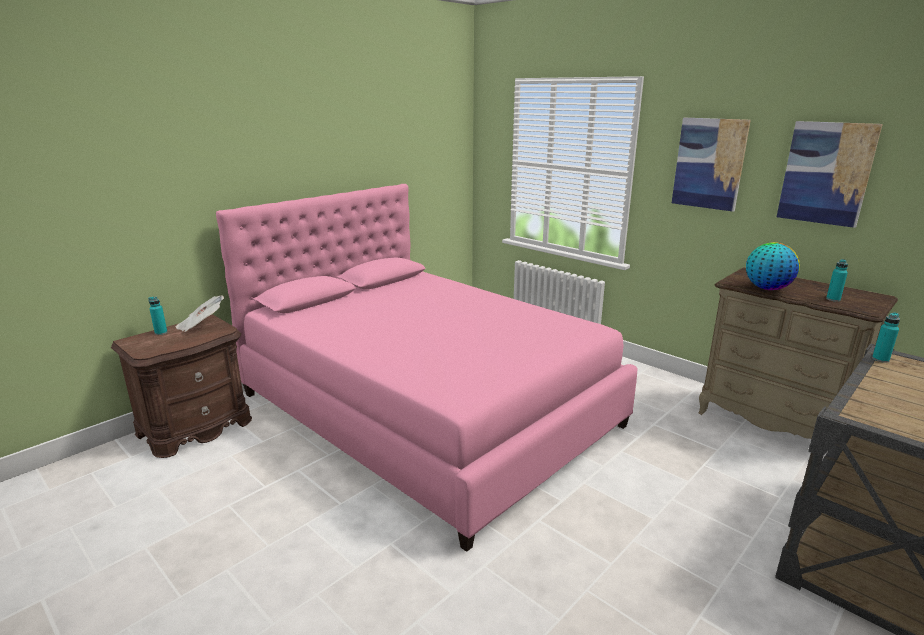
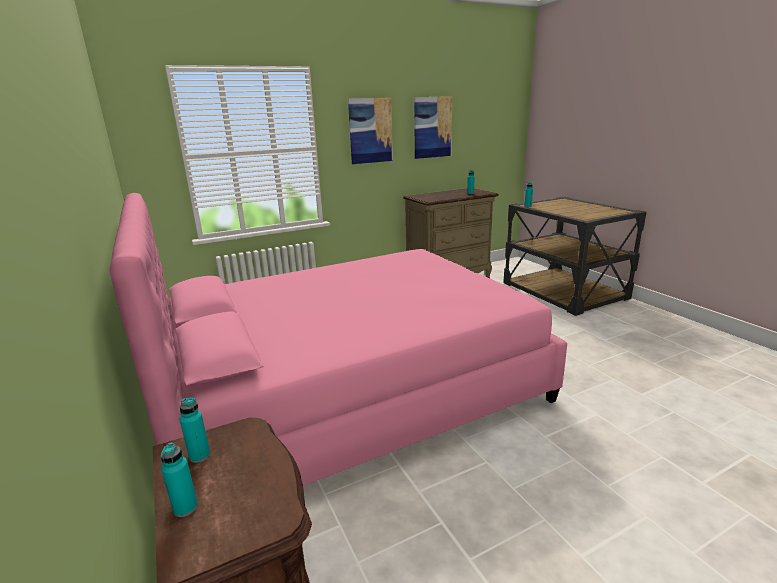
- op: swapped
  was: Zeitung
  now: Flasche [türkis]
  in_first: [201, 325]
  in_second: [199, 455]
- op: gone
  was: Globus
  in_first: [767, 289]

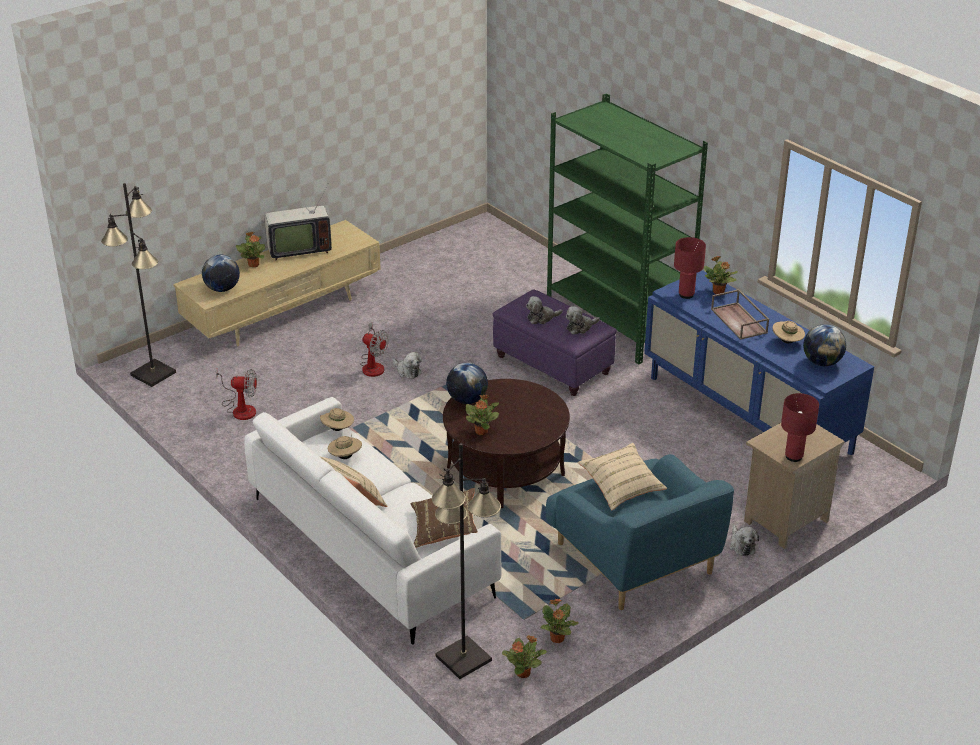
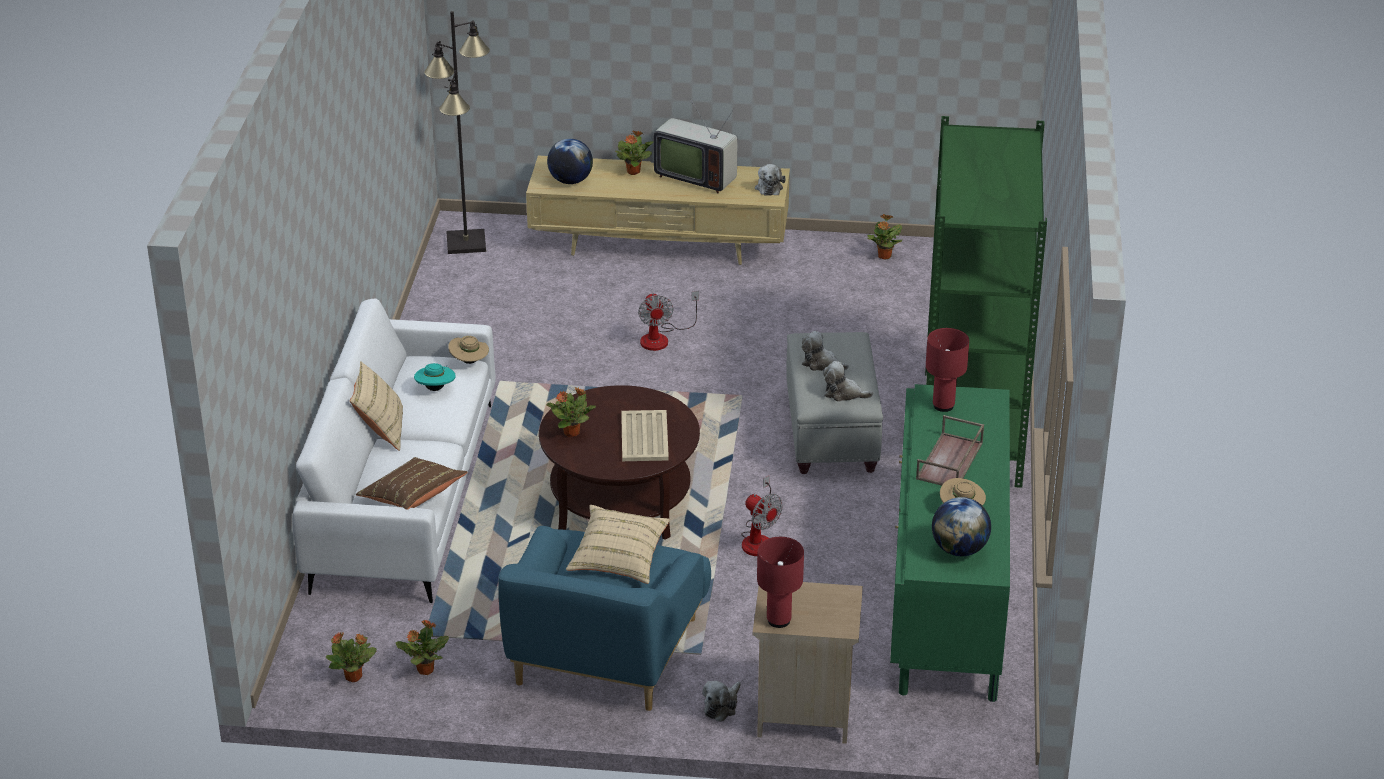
- op: repainted
  was: Hut [beige]
  now: Hut [türkis]
  in_first: [345, 457]
  in_second: [435, 388]
- op: new
  now: Tablett [beige]
  in_second: [644, 437]
- op: shifted
  was: Ventilator
  in_first: [240, 408]
  in_second: [759, 538]
- op: shifted
  was: Plüschtier
  in_first: [407, 371]
  in_second: [769, 187]
- op: repainted
  was: Polsterhocker [lila]
  now: Polsterhocker [grau]
  in_first: [553, 365]
  in_second: [831, 433]
- op: shifted
  was: Topfpflanze
  in_first: [718, 292]
  in_second: [884, 256]
- op: repainted
  was: Schrank [blau]
  now: Schrank [grün]
  in_first: [747, 415]
  in_second: [945, 596]
- op: gone
  was: Stehlampe [schwarz]
  in_first: [462, 658]
- op: gone
  was: Globus
  in_first: [467, 400]

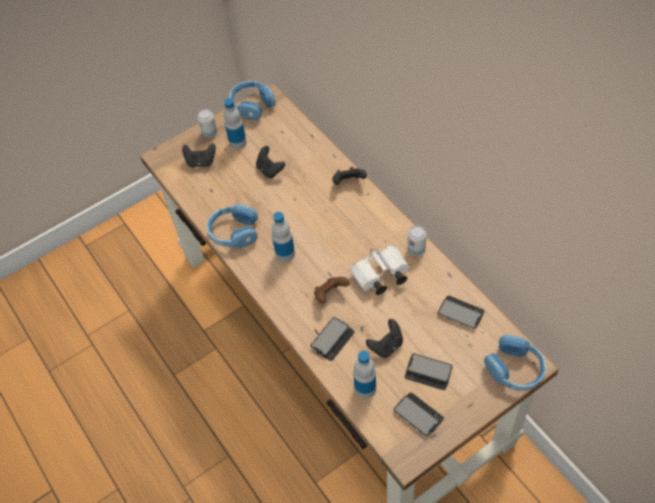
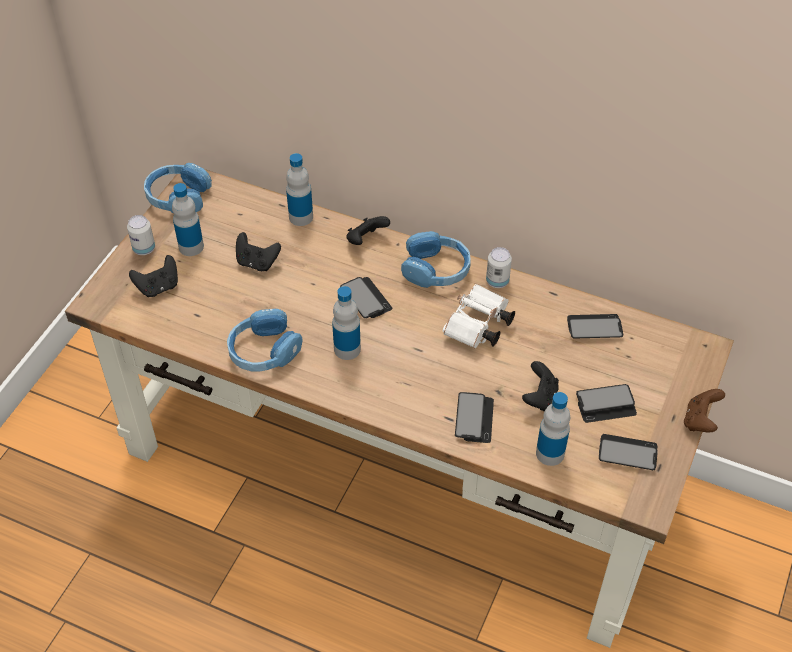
- op: new
  now: Flasche
  in_second: [301, 217]
- op: new
  now: Handy
  in_second: [366, 299]
- op: shifted
  was: Kopfhörer [blau]
  in_first: [515, 369]
  in_second: [436, 269]
- op: shifted
  was: Gamepad [braun]
  in_first: [330, 295]
  in_second: [700, 421]

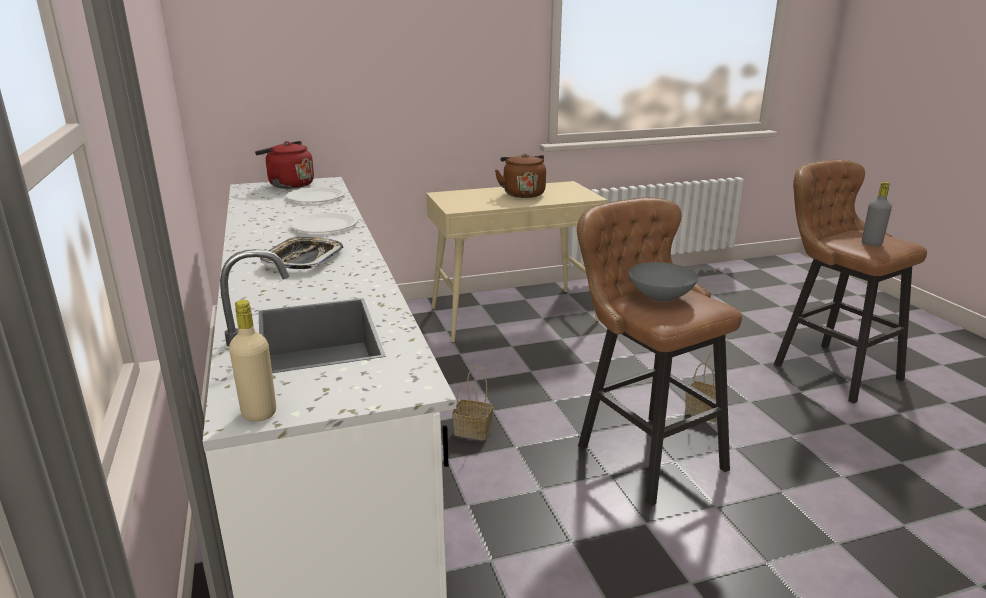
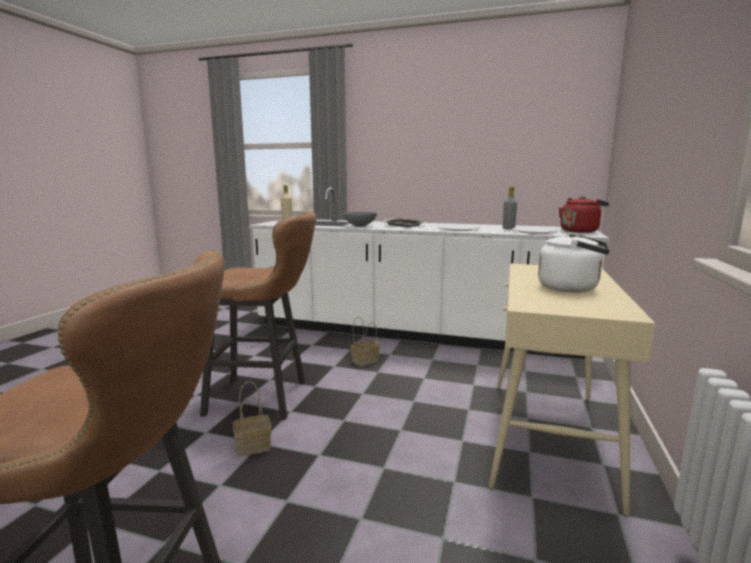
- op: shifted
  was: Schüssel [grau]
  in_first: [661, 297]
  in_second: [360, 226]
- op: shifted
  was: Flasche [grau]
  in_first: [871, 244]
  in_second: [508, 228]
- op: repainted
  was: Wasserkessel [braun]
  now: Wasserkessel [weiß]
  in_first: [522, 194]
  in_second: [571, 288]

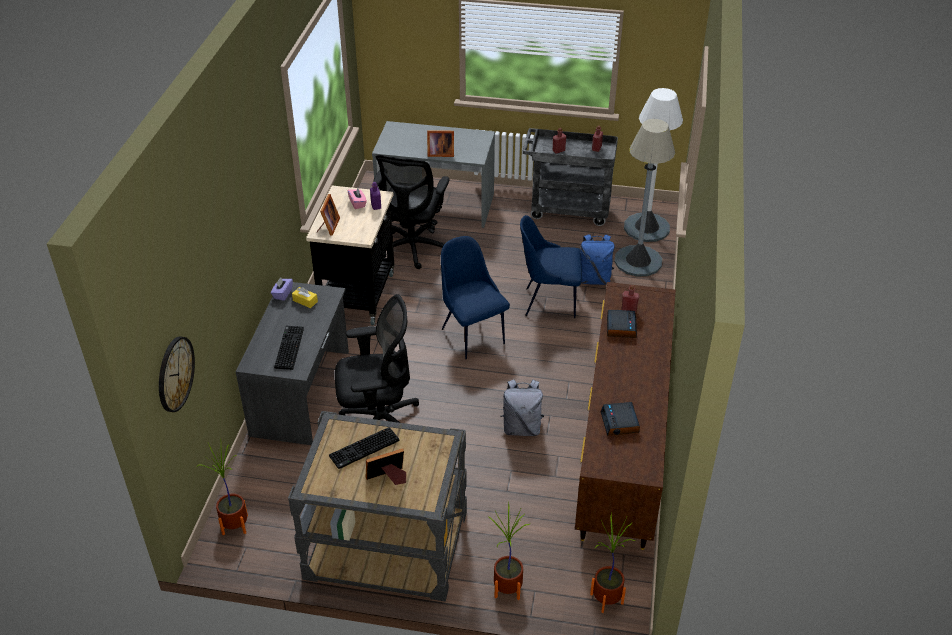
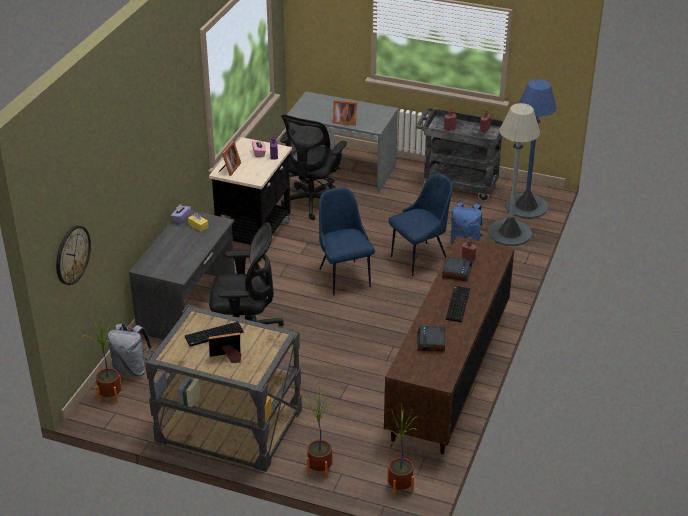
- op: shifted
  was: Rucksack [grau]
  in_first: [522, 428]
  in_second: [131, 369]
- op: rotated
  was: Stuhl [blau]
  in_first: [549, 303]
  in_second: [419, 259]
  clockwise: 135
- op: shifted
  was: Tastatur
  in_first: [288, 347]
  in_second: [457, 304]
- op: repainted
  was: Stehlampe [weiß]
  now: Stehlampe [blau]
  in_first: [646, 228]
  in_second: [526, 206]

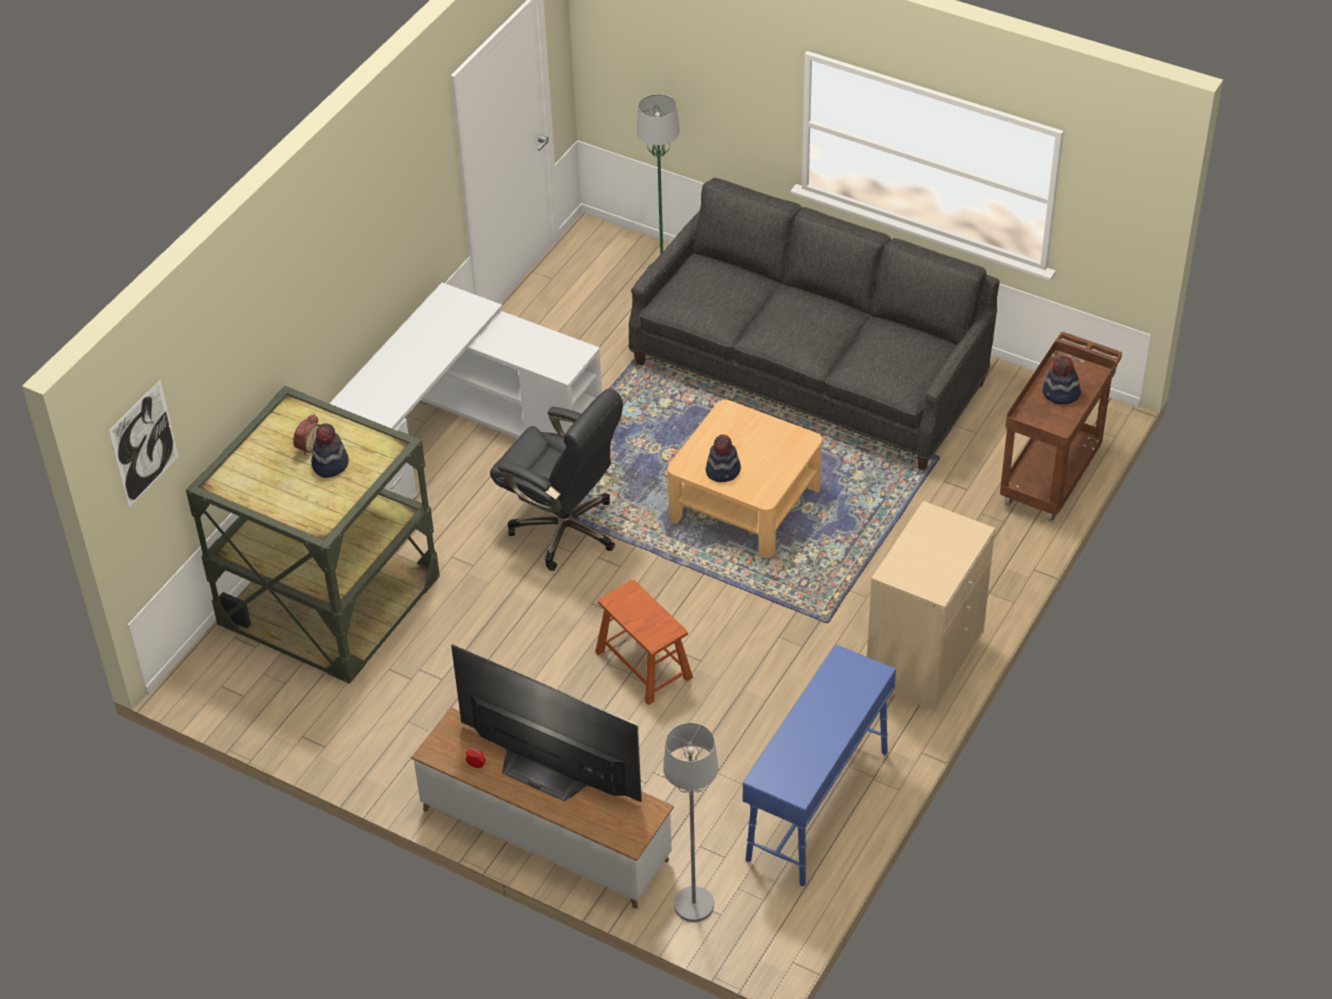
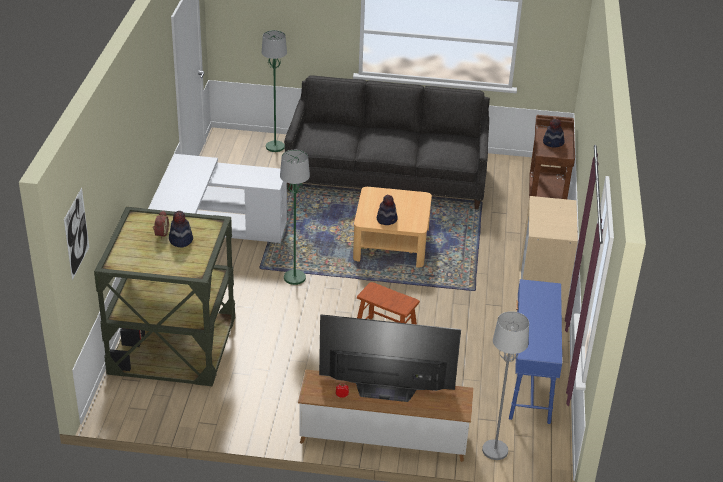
- op: swapped
  was: Bürostuhl [schwarz]
  now: Stehlampe [grün]
  in_first: [562, 529]
  in_second: [294, 278]

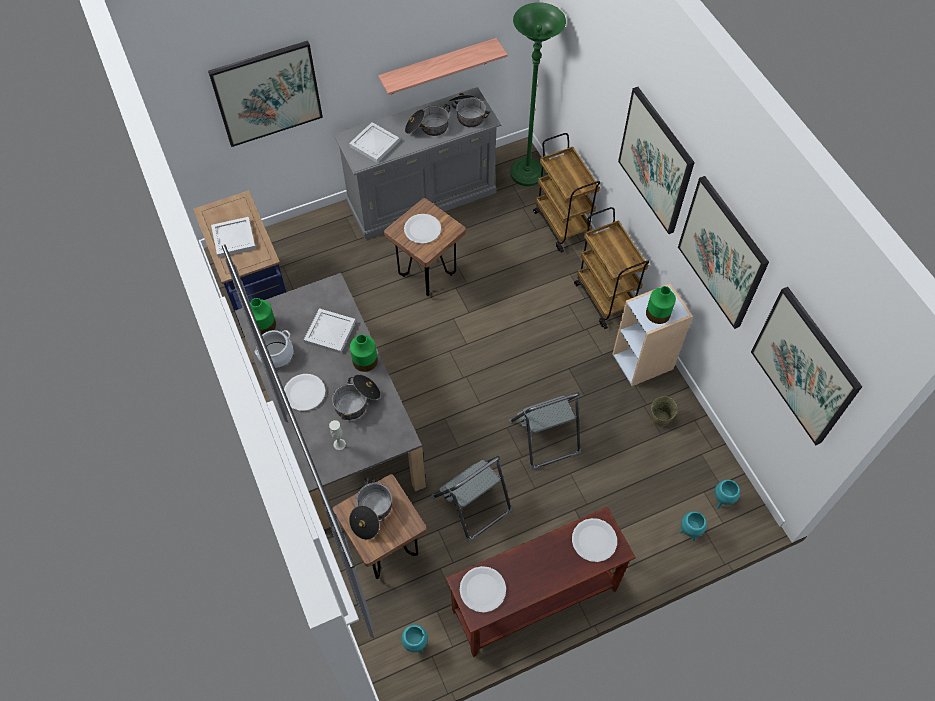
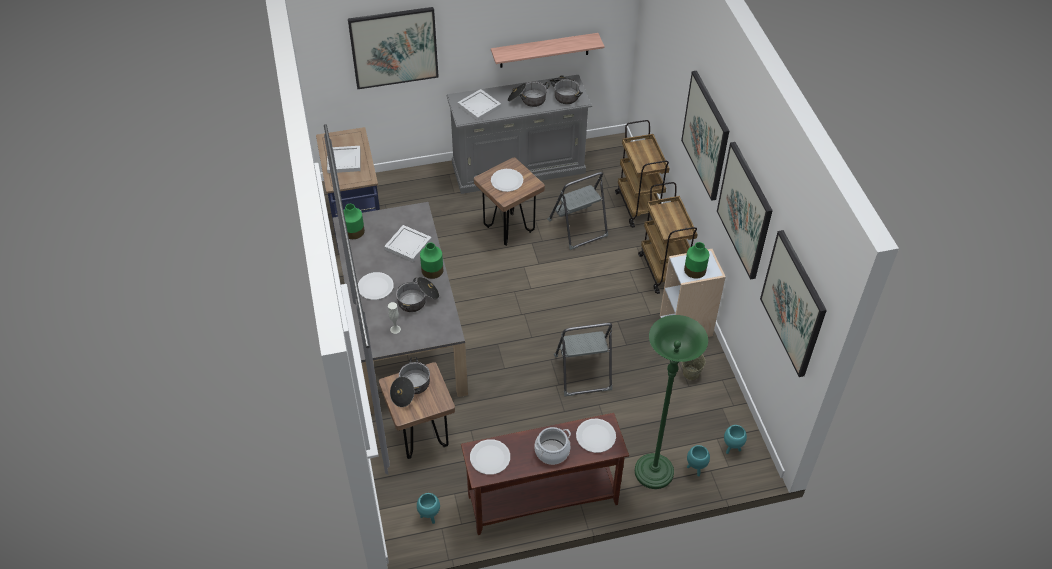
- op: shifted
  was: Kochtopf
  in_first: [276, 354]
  in_second: [552, 451]
- op: shifted
  was: Trittleiter [grau]
  in_first: [473, 506]
  in_second: [578, 229]
- op: shifted
  was: Stehlampe [grün]
  in_first: [527, 173]
  in_second: [654, 472]

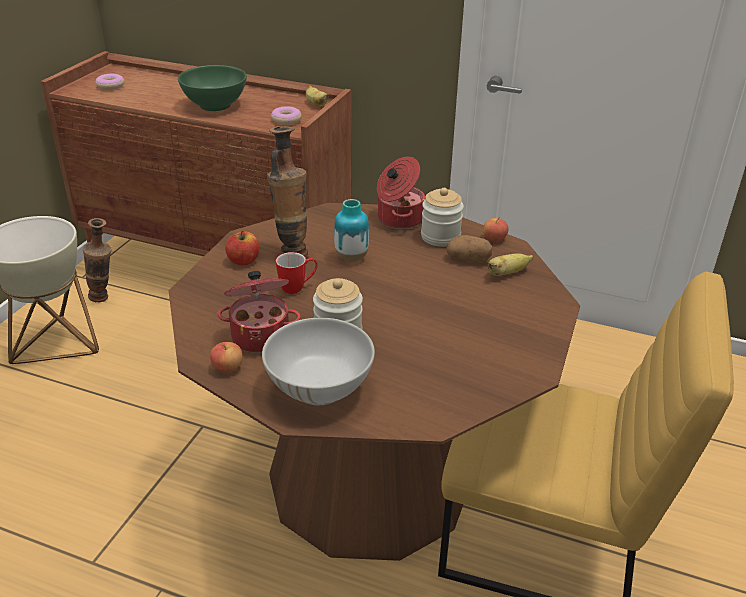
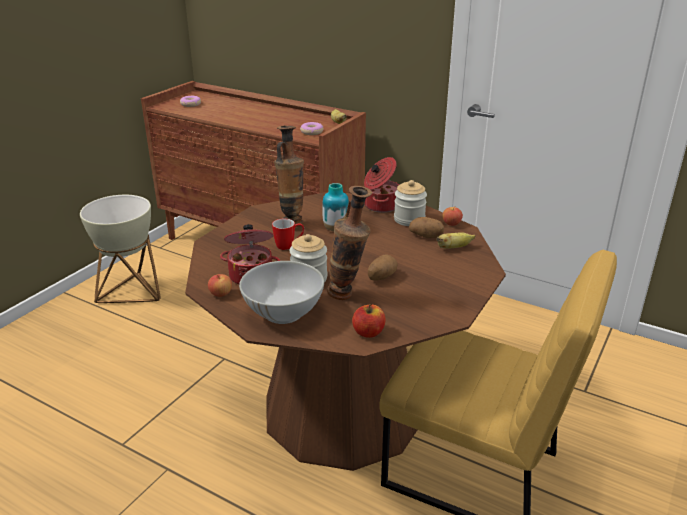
- op: shifted
  was: Vase
  in_first: [105, 298]
  in_second: [348, 296]
- op: shifted
  was: Apfel
  in_first: [243, 260]
  in_second: [368, 332]
- op: new
  now: Kartoffel
  in_second: [381, 277]
- op: gone
  was: Schüssel [grün]
  in_first: [215, 105]

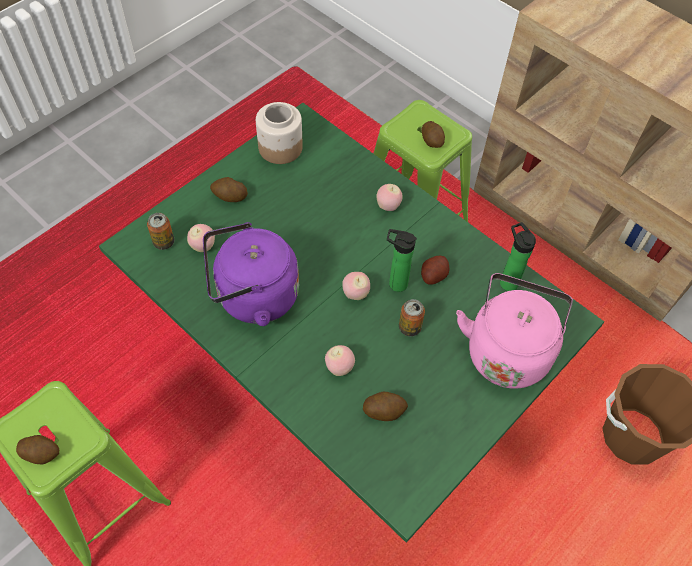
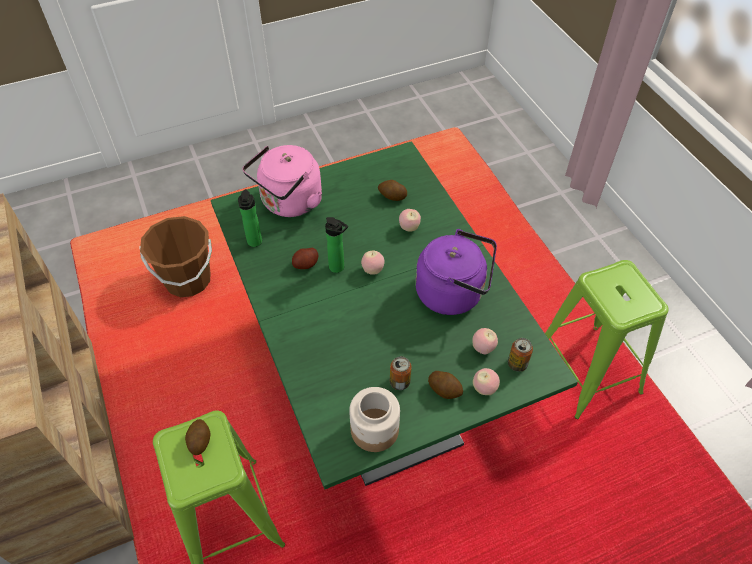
- op: shifted
  was: Dose
  in_first: [409, 327]
  in_second: [399, 382]
- op: shifted
  was: Apfel
  in_first: [388, 206]
  in_second: [484, 389]
- op: gone
  was: Kartoffel
  in_first: [41, 453]

